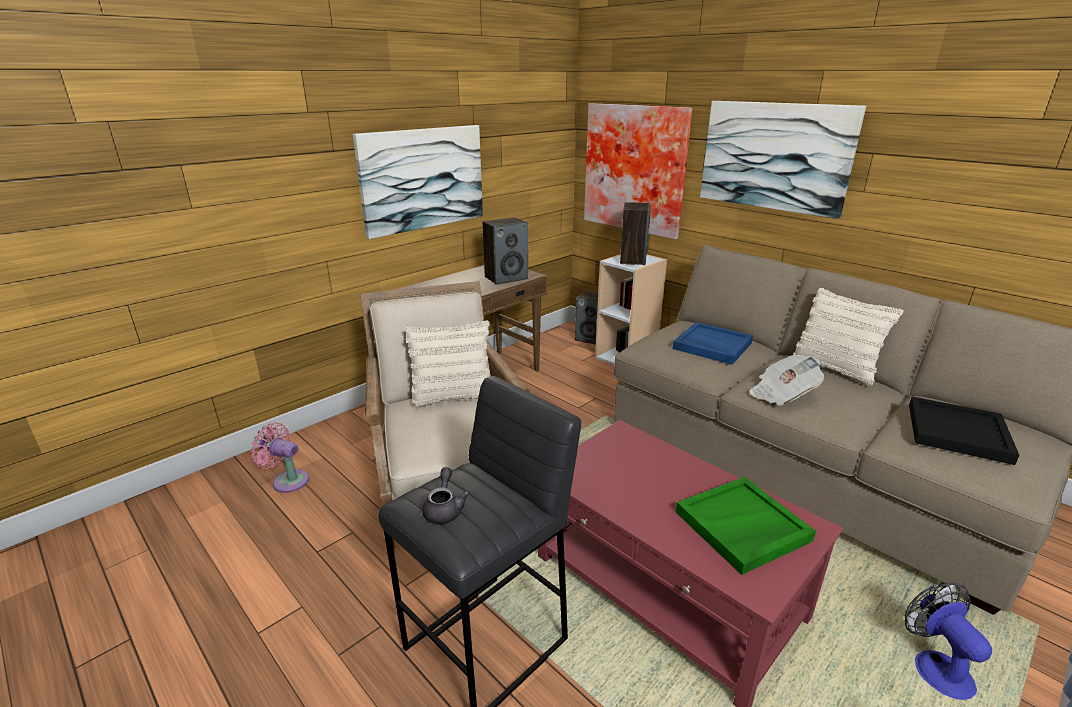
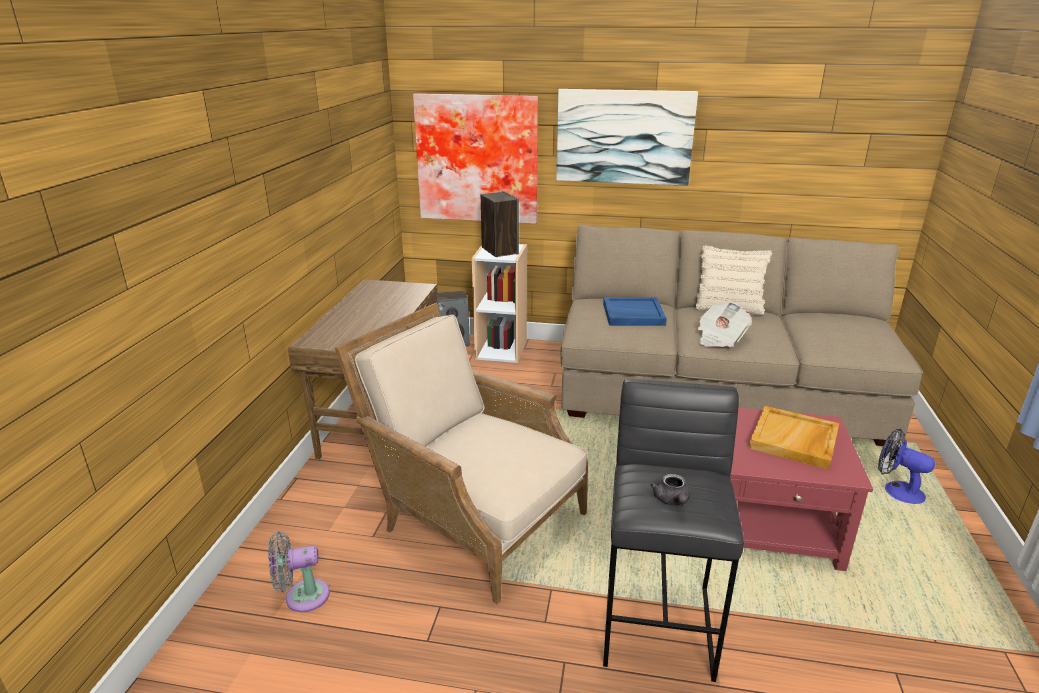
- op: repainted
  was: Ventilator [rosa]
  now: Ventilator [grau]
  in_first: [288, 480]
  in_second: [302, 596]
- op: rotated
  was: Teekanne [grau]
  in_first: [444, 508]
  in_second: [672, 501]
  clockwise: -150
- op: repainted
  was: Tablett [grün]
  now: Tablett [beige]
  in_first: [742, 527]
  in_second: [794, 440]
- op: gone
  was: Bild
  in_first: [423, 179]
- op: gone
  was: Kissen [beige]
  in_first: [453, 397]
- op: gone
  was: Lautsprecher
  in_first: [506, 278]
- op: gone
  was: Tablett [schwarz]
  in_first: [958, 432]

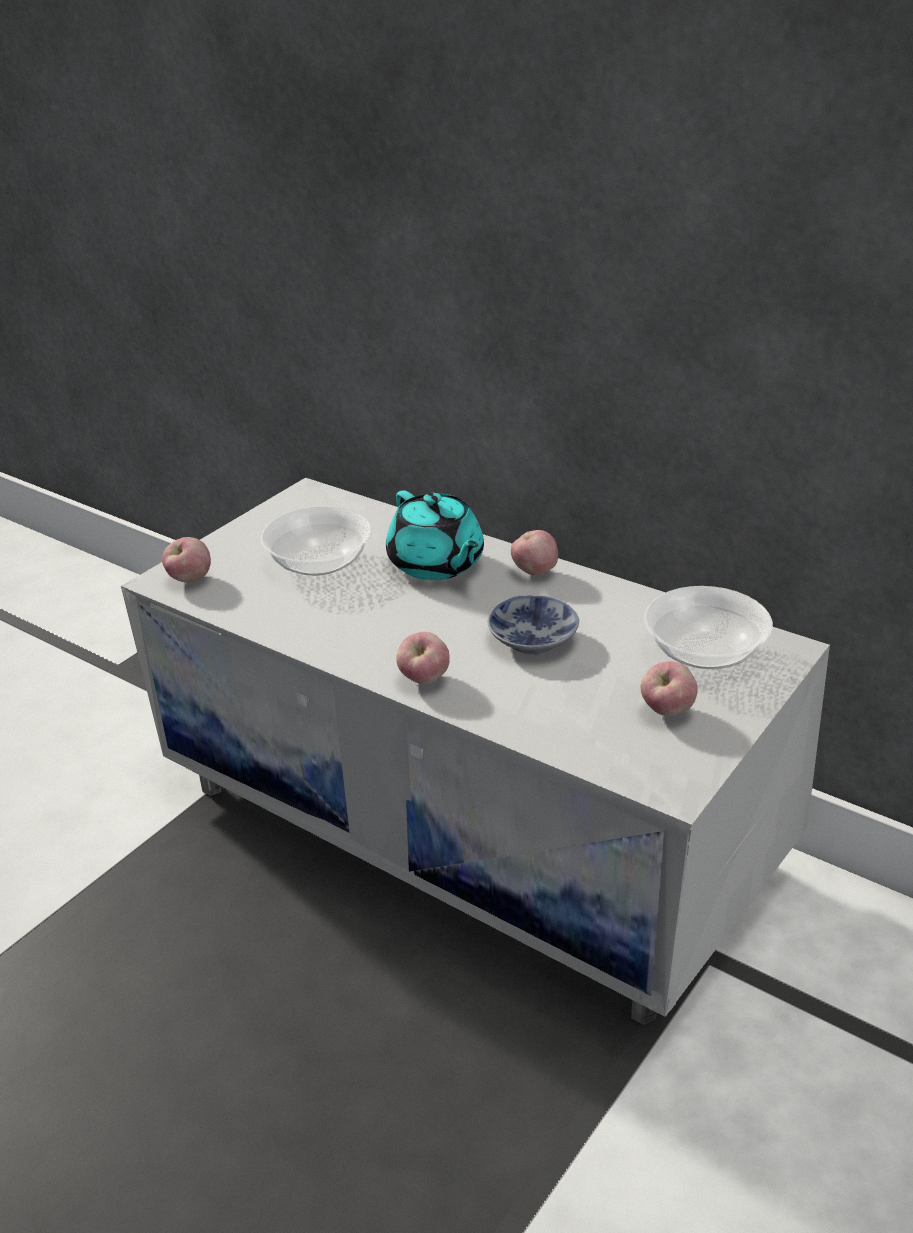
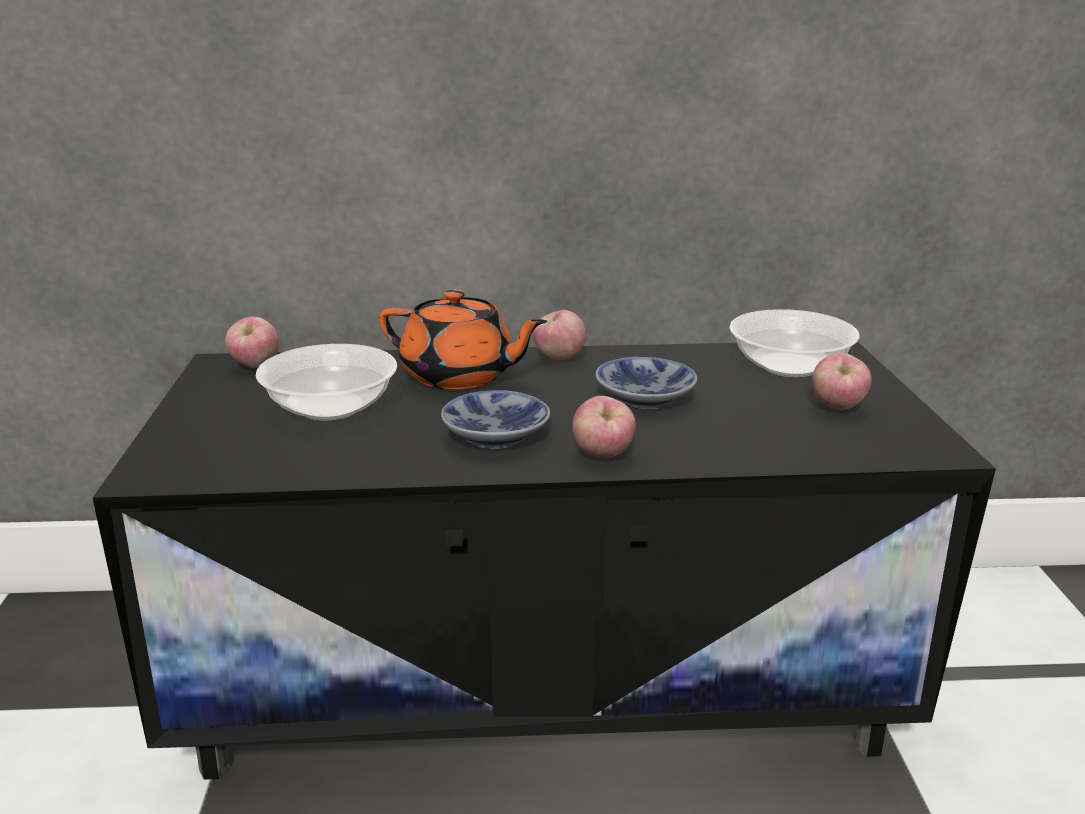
- op: repainted
  was: Fernsehschrank [weiß]
  now: Fernsehschrank [schwarz]
  in_first: [469, 831]
  in_second: [548, 678]
- op: shifted
  was: Apfel
  in_first: [190, 579]
  in_second: [255, 366]
- op: repainted
  was: Teekanne [türkis]
  now: Teekanne [orange]
  in_first: [436, 564]
  in_second: [460, 376]
- op: new
  now: Schüssel
  in_second: [497, 438]

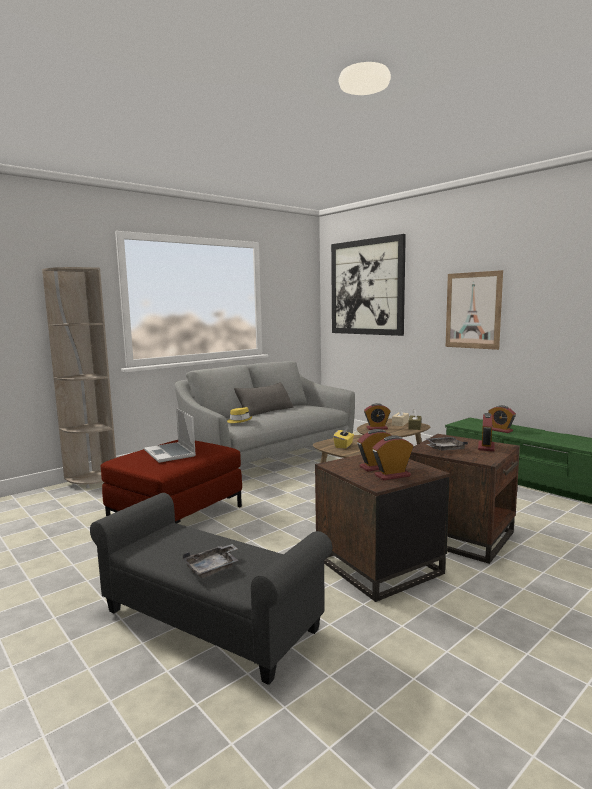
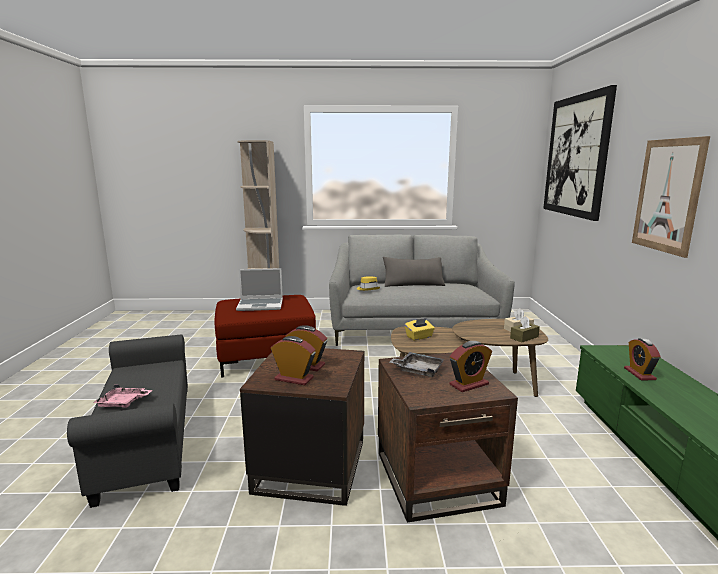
- op: repainted
  was: Tablett [grau]
  now: Tablett [rosa]
  in_first: [213, 568]
  in_second: [123, 403]
- op: rotated
  was: Laptop
  in_first: [170, 453]
  in_second: [261, 305]
  clockwise: -105
- op: gone
  was: Wecker
  in_first: [377, 428]

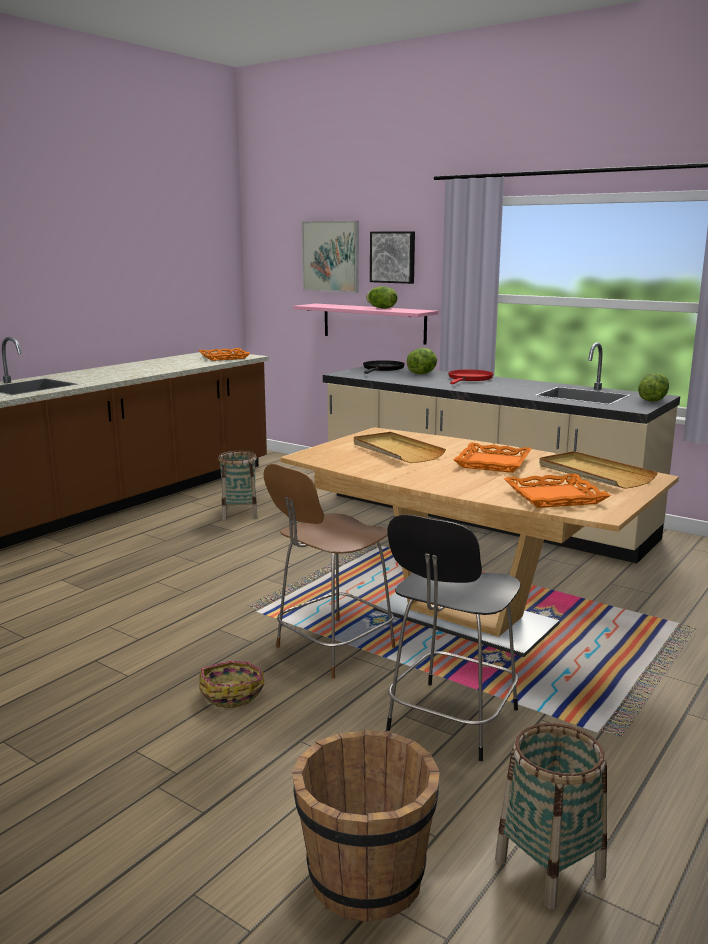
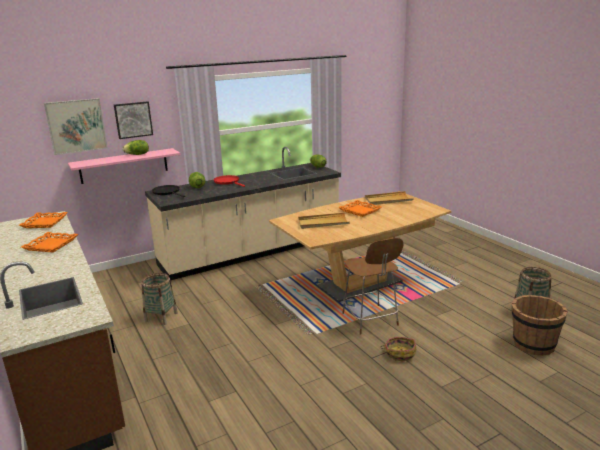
- op: shifted
  was: Tablett [orange]
  in_first: [555, 497]
  in_second: [51, 245]
- op: gone
  was: Stuhl [schwarz]
  in_first: [450, 722]

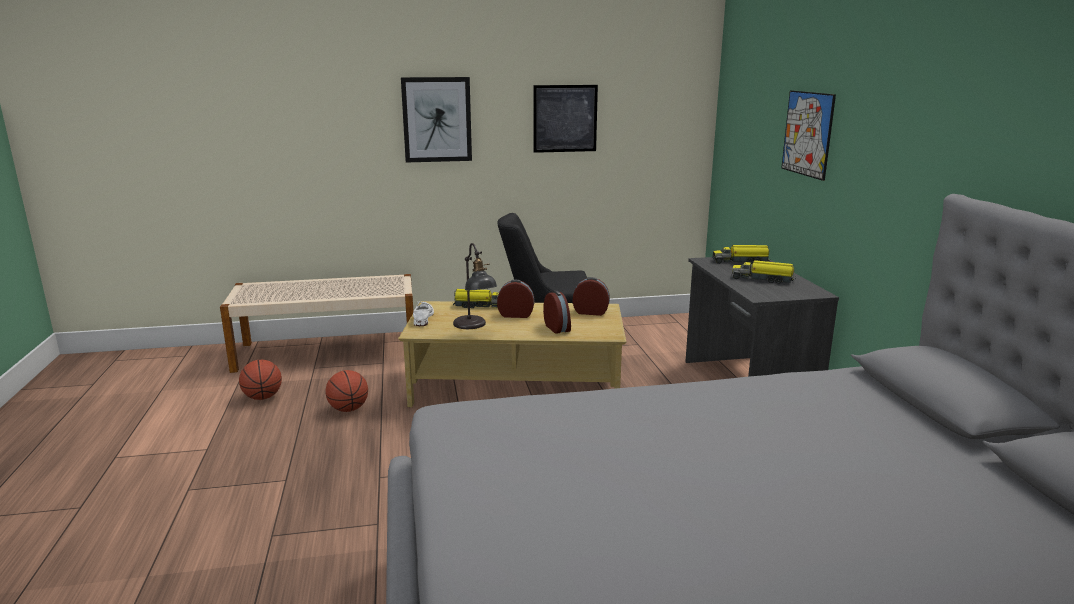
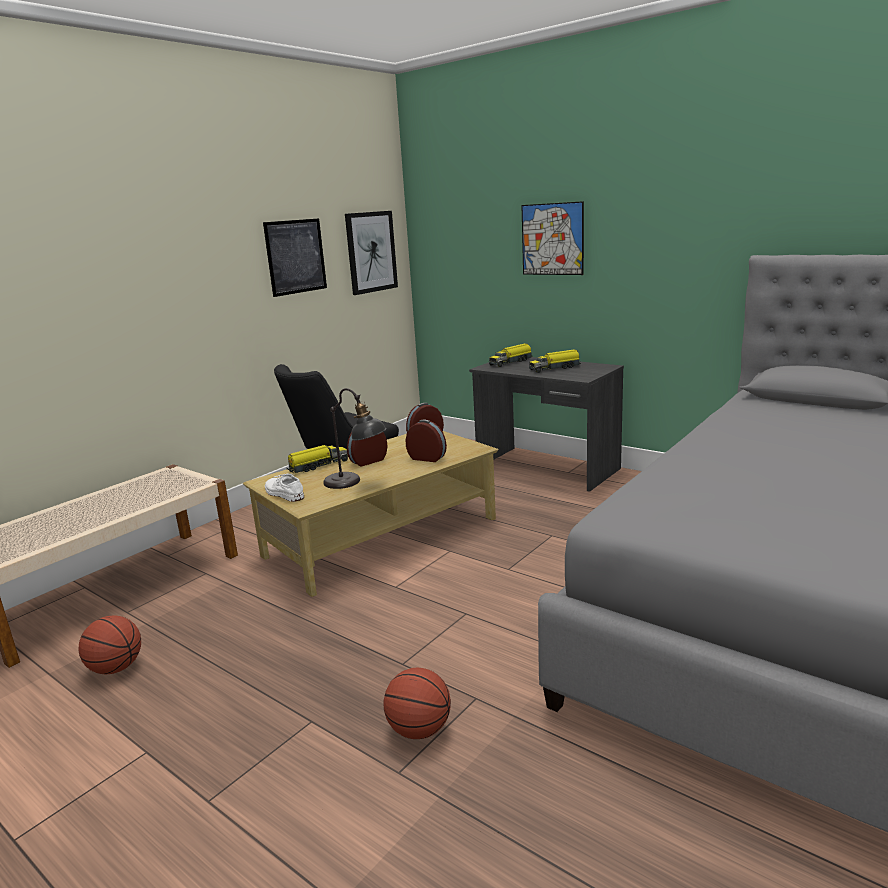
- op: shifted
  was: Bild
  in_first: [437, 119]
  in_second: [371, 252]
- op: shifted
  was: Basketball
  in_first: [348, 409]
  in_second: [419, 730]

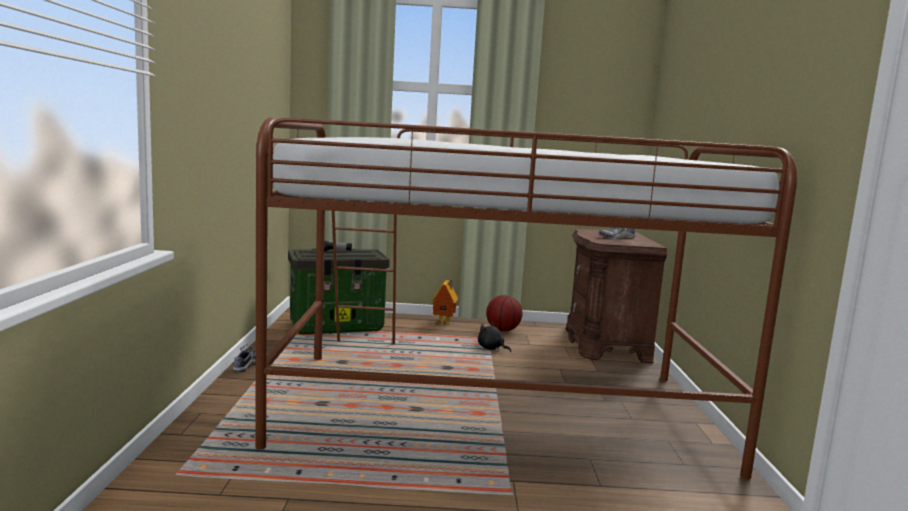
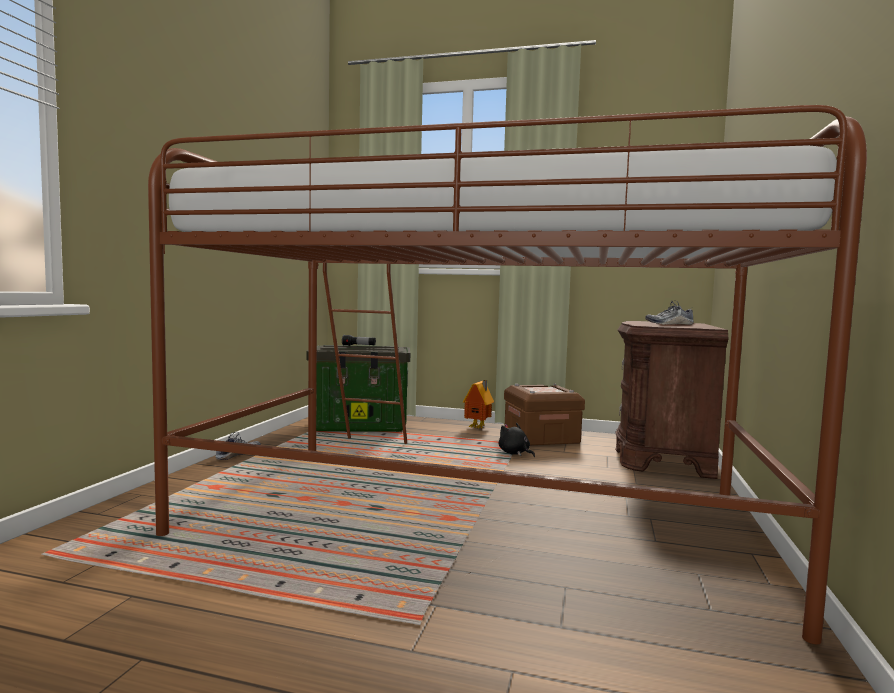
- op: swapped
  was: Basketball
  now: Aufbewahrungsbox [braun]
  in_first: [503, 330]
  in_second: [541, 437]

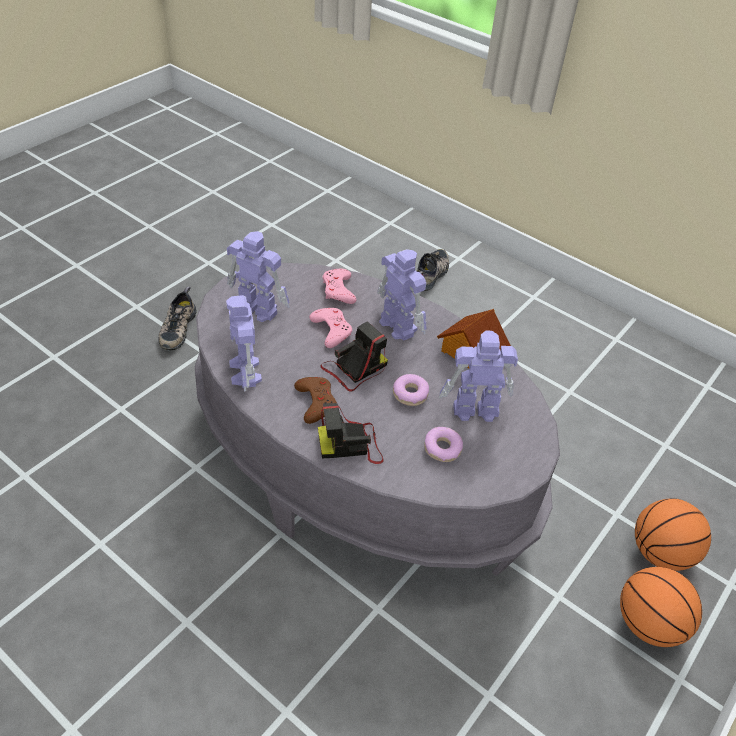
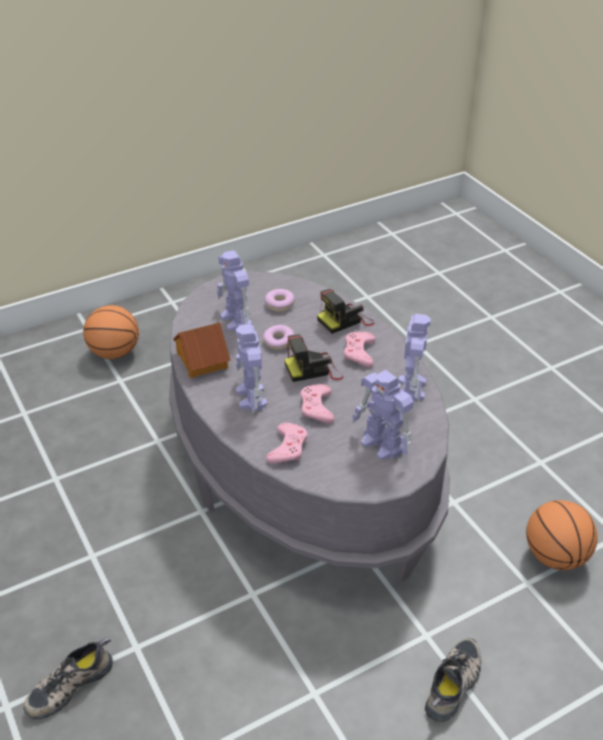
- op: rotated
  was: Spielzeugroboter
  in_first: [474, 409]
  in_second: [236, 321]
  clockwise: 45
- op: rotated
  was: Kamera
  in_first: [351, 444]
  in_second: [345, 320]
  clockwise: 135
- op: repainted
  was: Gamepad [braun]
  now: Gamepad [rosa]
  in_first: [316, 402]
  in_second: [359, 352]
- op: shifted
  was: Basketball
  in_first: [648, 624]
  in_second: [555, 556]

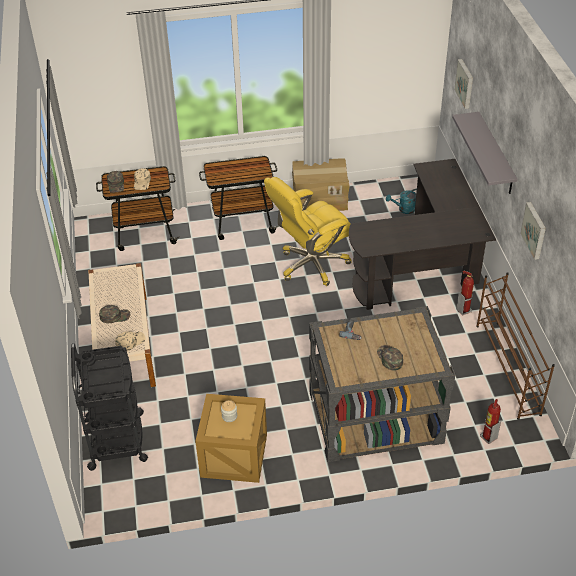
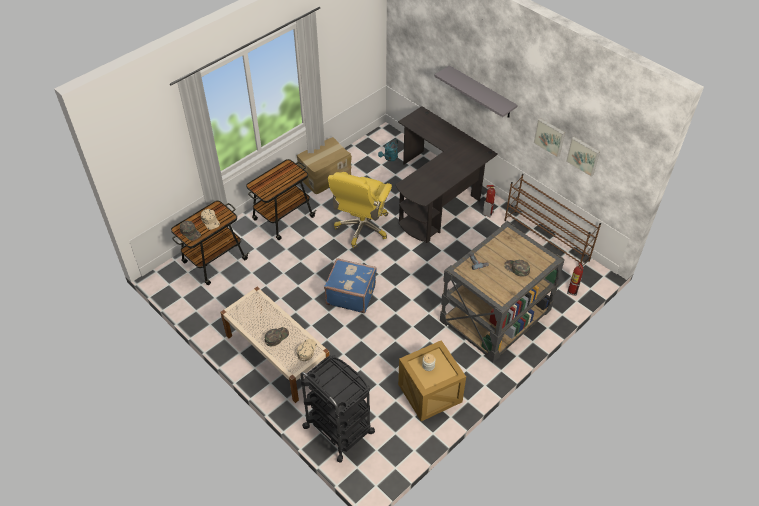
- op: new
  now: Koffer [blau]
  in_second: [351, 294]
- op: shifted
  was: Bild
  in_first: [465, 83]
  in_second: [583, 155]

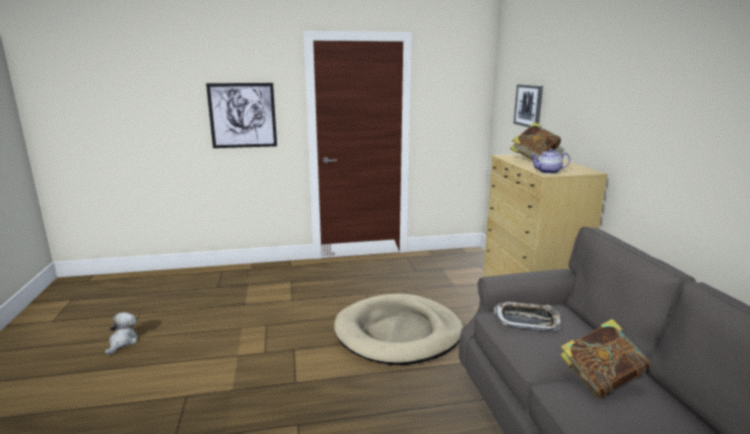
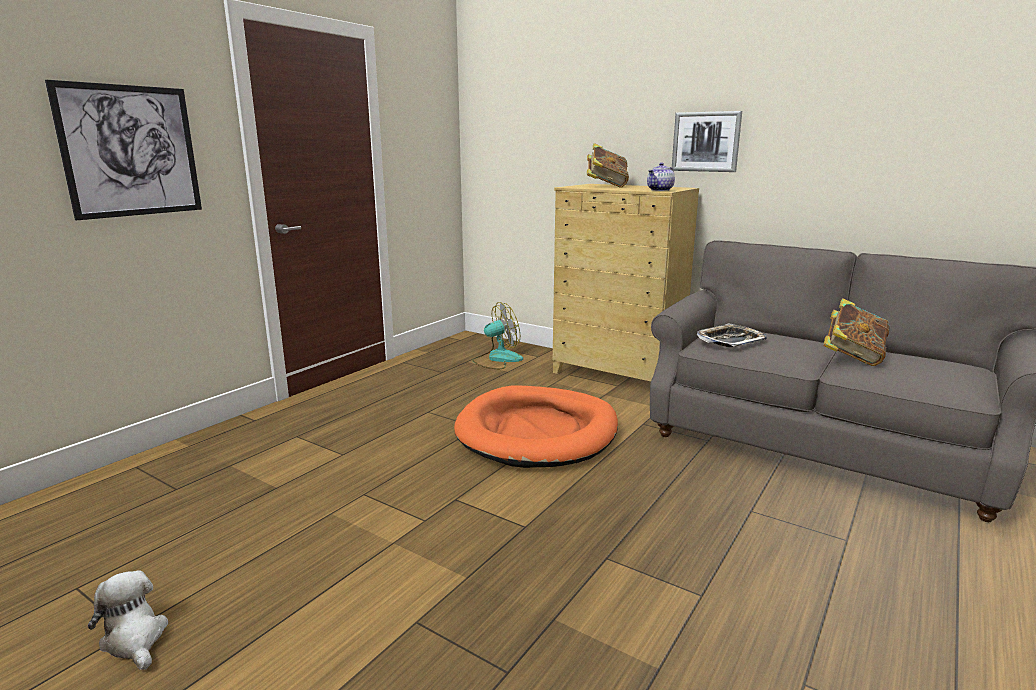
- op: repainted
  was: Hundebett [beige]
  now: Hundebett [orange]
  in_first: [398, 333]
  in_second: [537, 432]
- op: new
  now: Ventilator
  in_second: [497, 359]
- op: shifted
  was: Bild
  in_first: [528, 105]
  in_second: [706, 142]

